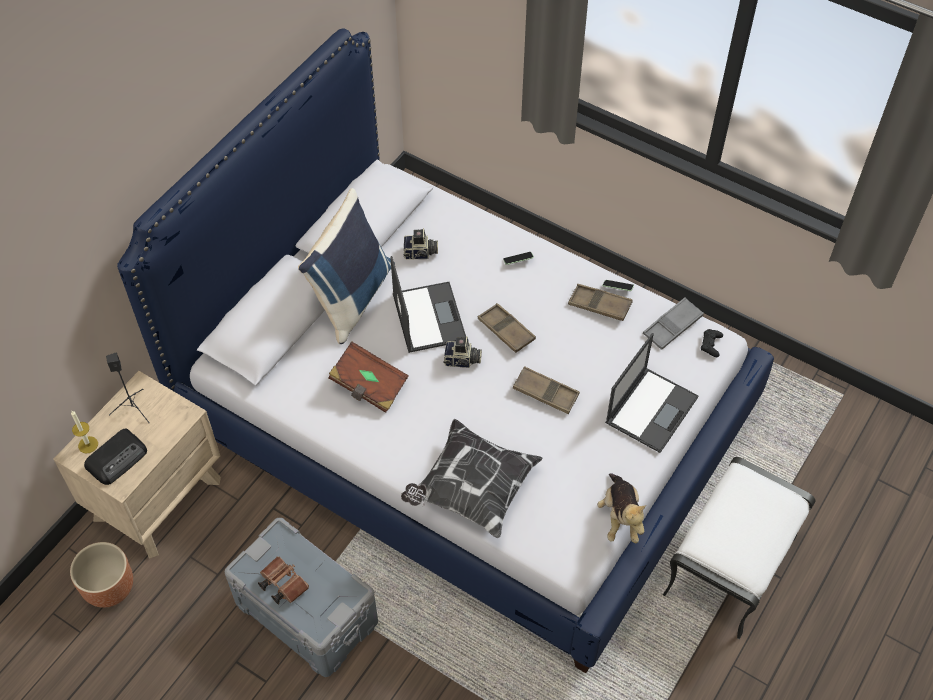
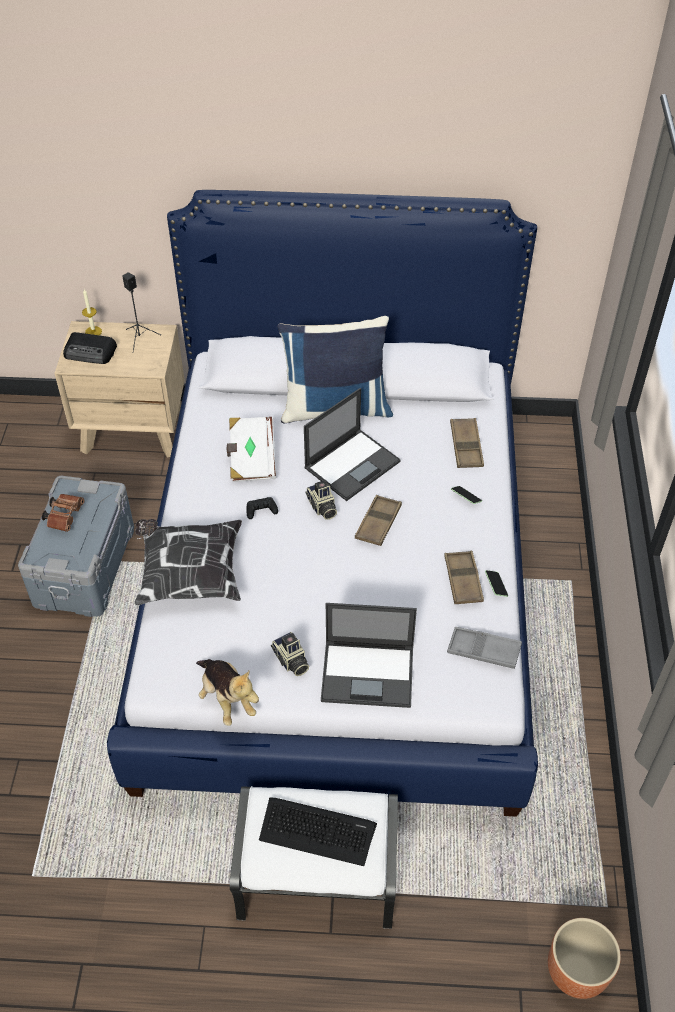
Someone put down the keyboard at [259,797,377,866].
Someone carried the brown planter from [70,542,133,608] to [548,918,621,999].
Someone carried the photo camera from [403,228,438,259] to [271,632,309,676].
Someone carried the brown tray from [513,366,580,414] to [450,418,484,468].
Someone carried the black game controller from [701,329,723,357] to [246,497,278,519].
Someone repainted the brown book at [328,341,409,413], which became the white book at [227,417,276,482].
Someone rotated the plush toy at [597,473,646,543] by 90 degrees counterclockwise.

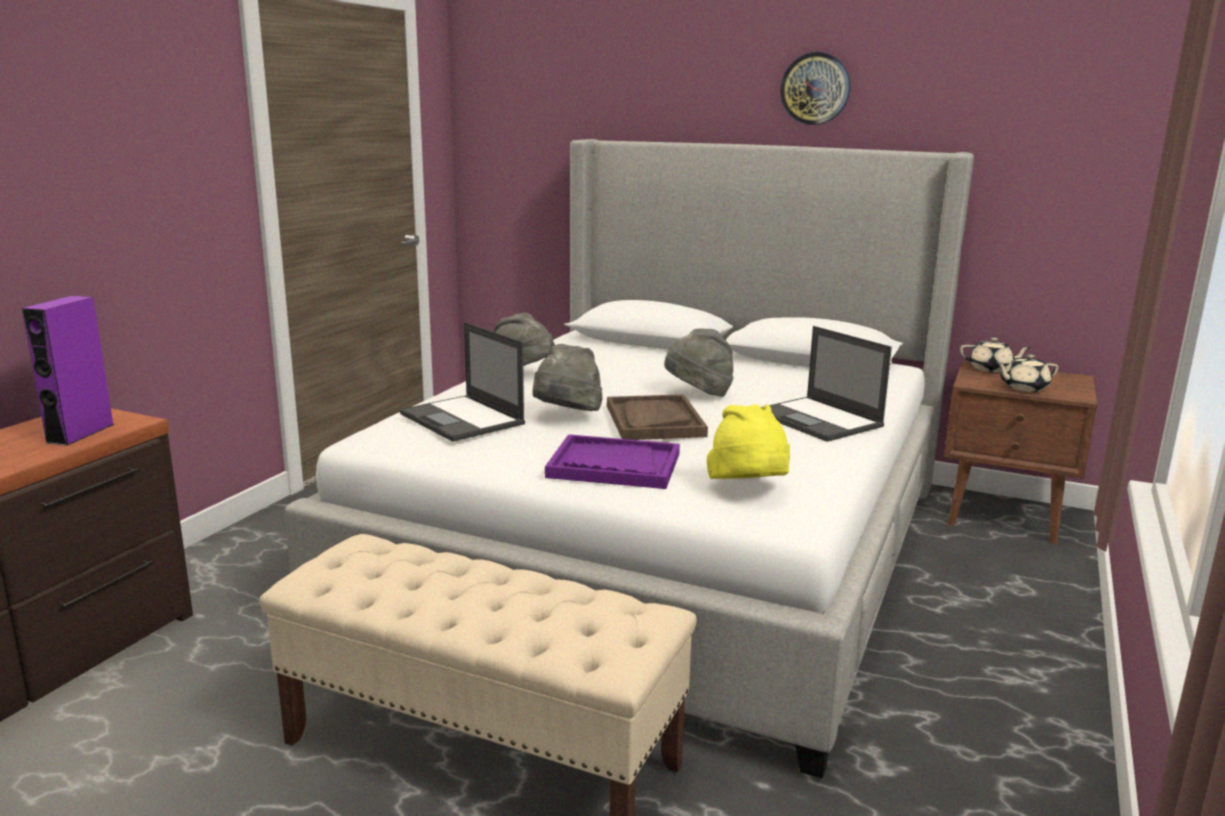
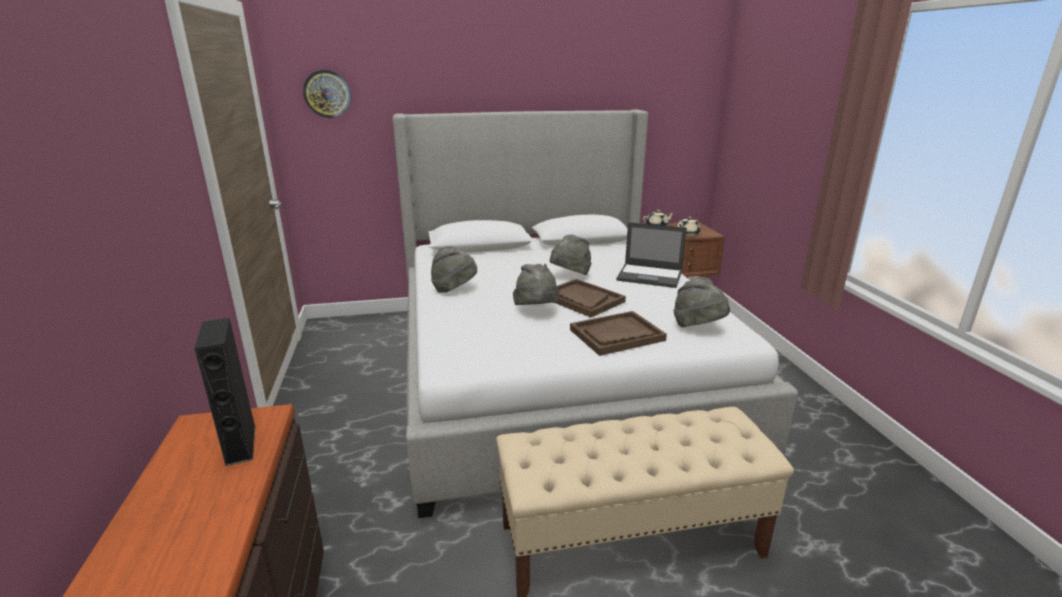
Someone took away the laptop at [400,322,525,442].
Someone carried the wall clock from [780,52,850,125] to [303,70,351,118].
Someone repainted the purple speaker at [22,296,115,446], which became the black speaker at [194,318,255,466].
Someone repainted the purple tray at [545,434,680,489], which became the brown tray at [570,311,667,356].
Someone repainted the yellow hat at [707,404,790,479], which became the grey hat at [674,277,730,327].

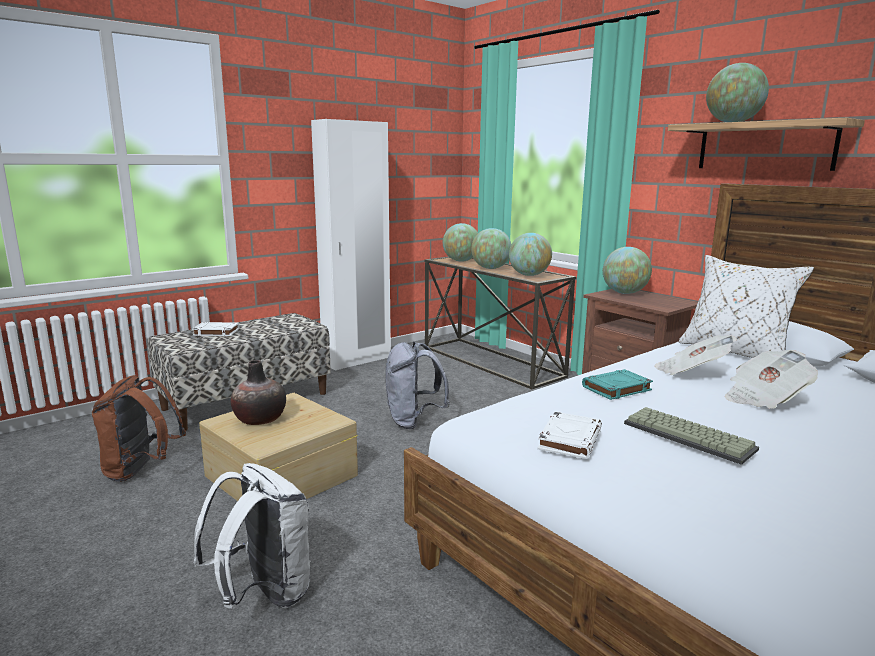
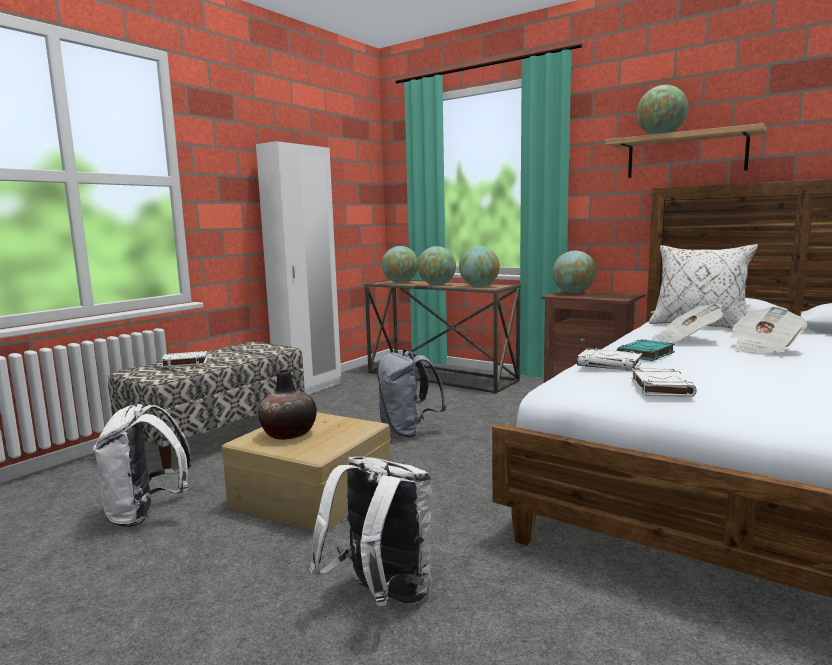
Someone took away the keyboard at [624,407,759,465].
Someone put down the white book at [577,348,642,371].
Someone repainted the brown backpack at [92,375,186,482], which became the white backpack at [93,404,192,527].

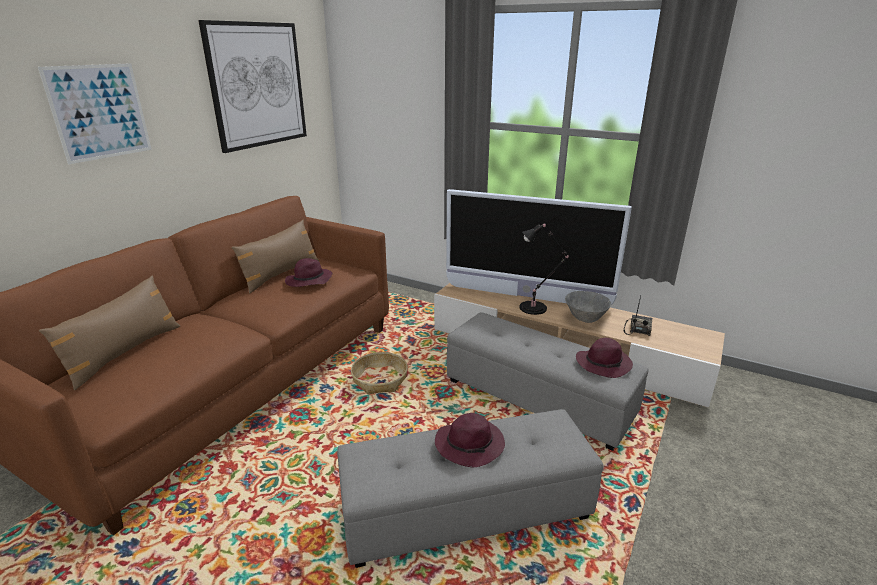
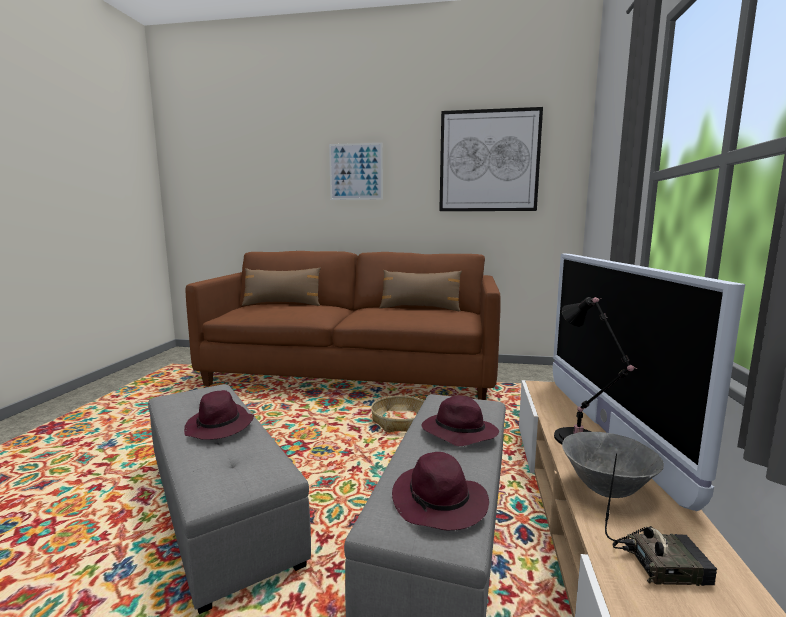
Someone carried the purple hat from [285,258,332,287] to [421,395,499,446].

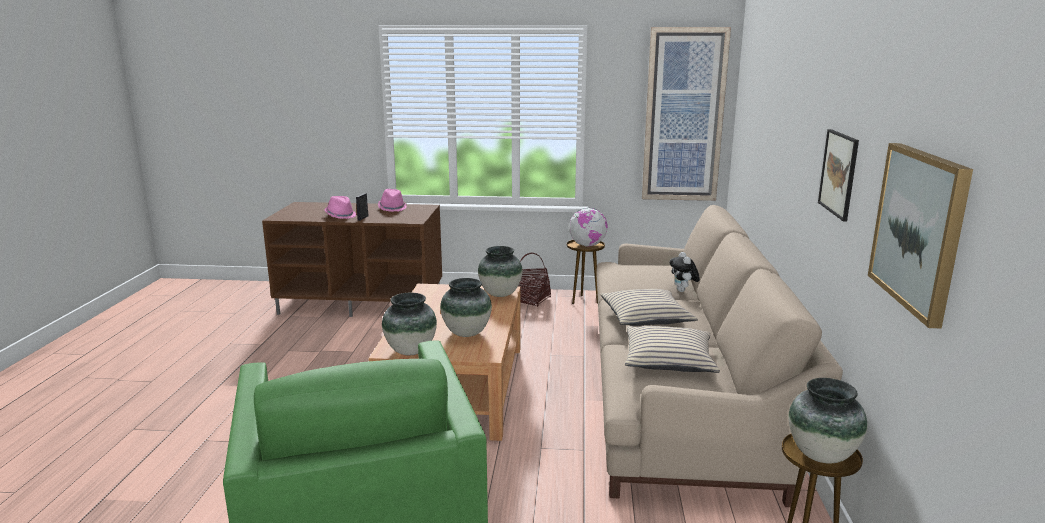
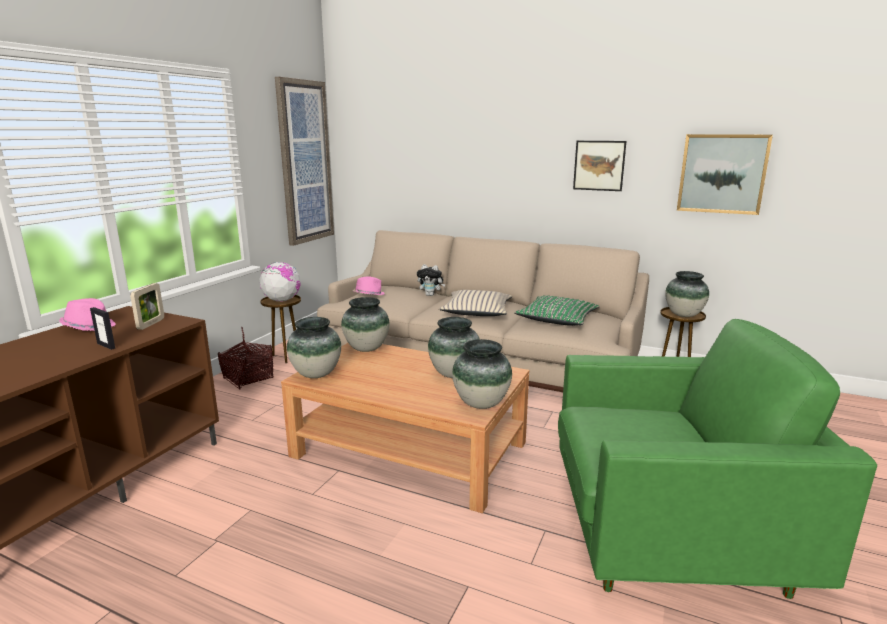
Someone put down the picture frame at [130,283,164,330].
Someone put down the vase at [287,317,341,378].
Someone carried the pink hat from [325,196,356,219] to [353,276,385,295].
Someone repainted the beige pillow at [625,326,720,373], which became the green pillow at [514,295,600,326].

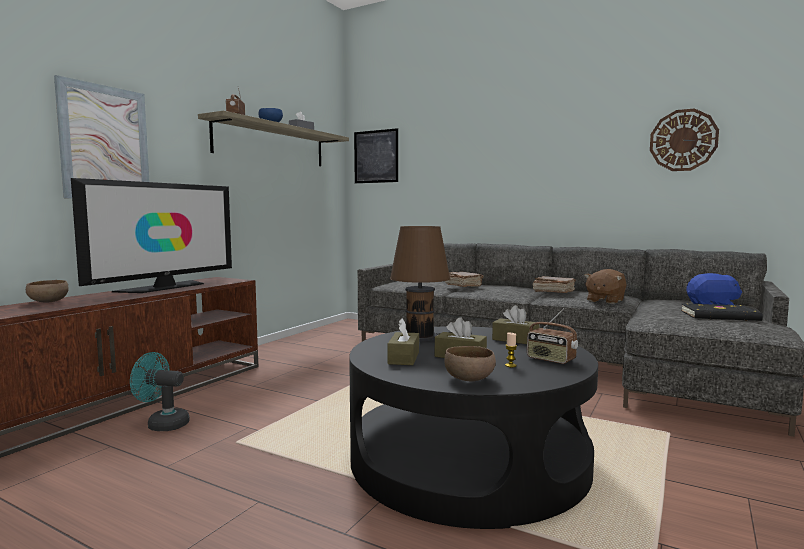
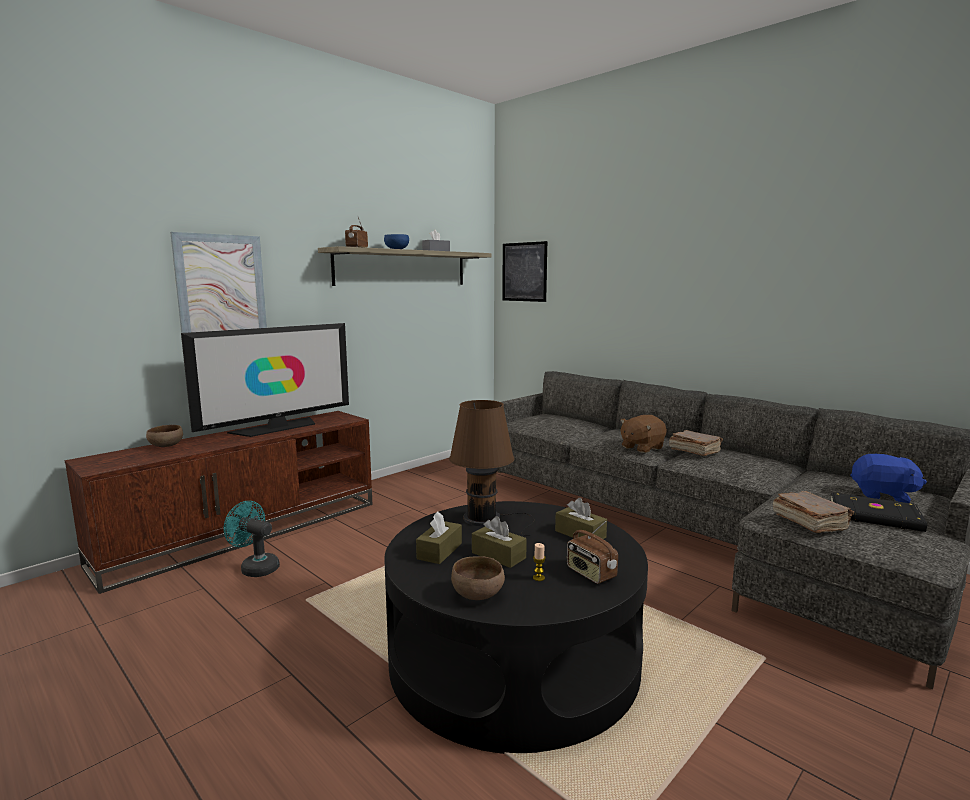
Someone took away the wall clock at [650,108,719,171].
Someone carried the brown book from [445,271,483,287] to [773,491,854,533].
Someone carried the brown plush toy from [584,269,627,304] to [620,415,667,453].

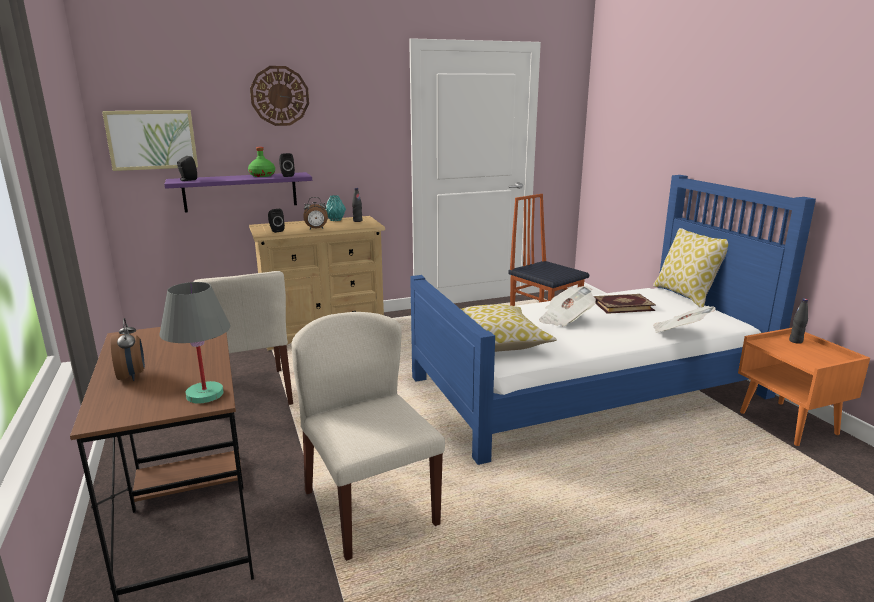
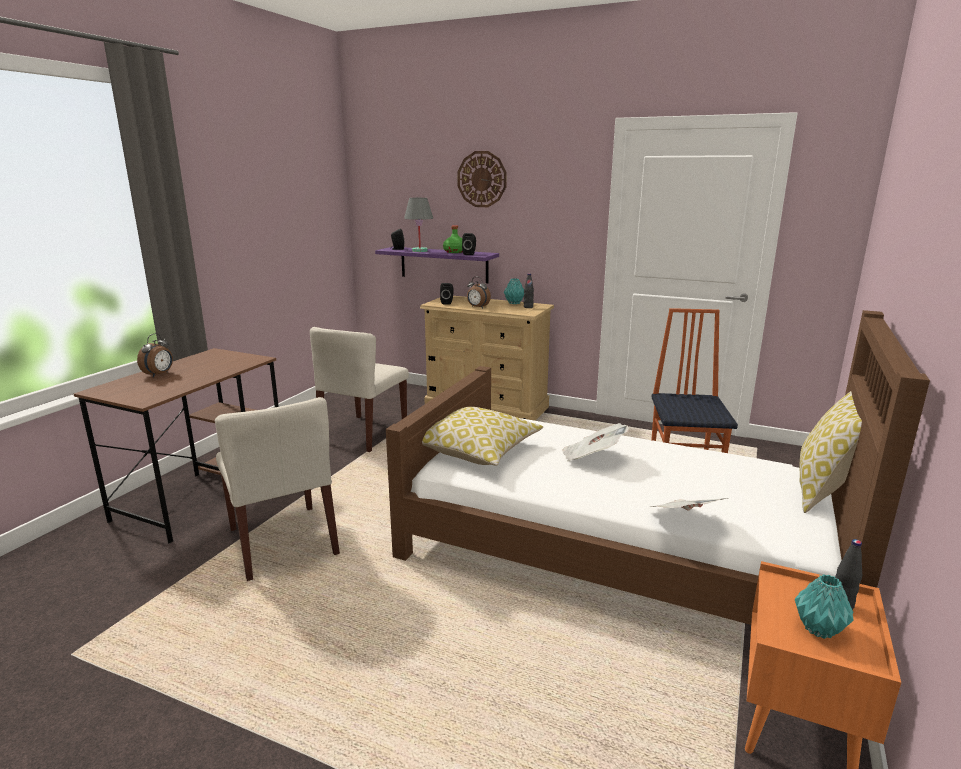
Someone took away the picture at [102,110,198,171].
Someone took away the book at [594,294,656,314].
Someone put down the turquoise vase at [795,574,853,639].
Someone carried the grey table lamp from [159,282,230,403] to [404,198,433,252].
Someone repainted the blue bed at [410,175,816,465], which became the brown bed at [386,310,930,625].
Someone rotated the beige chair at [291,312,445,561] by 135 degrees clockwise.

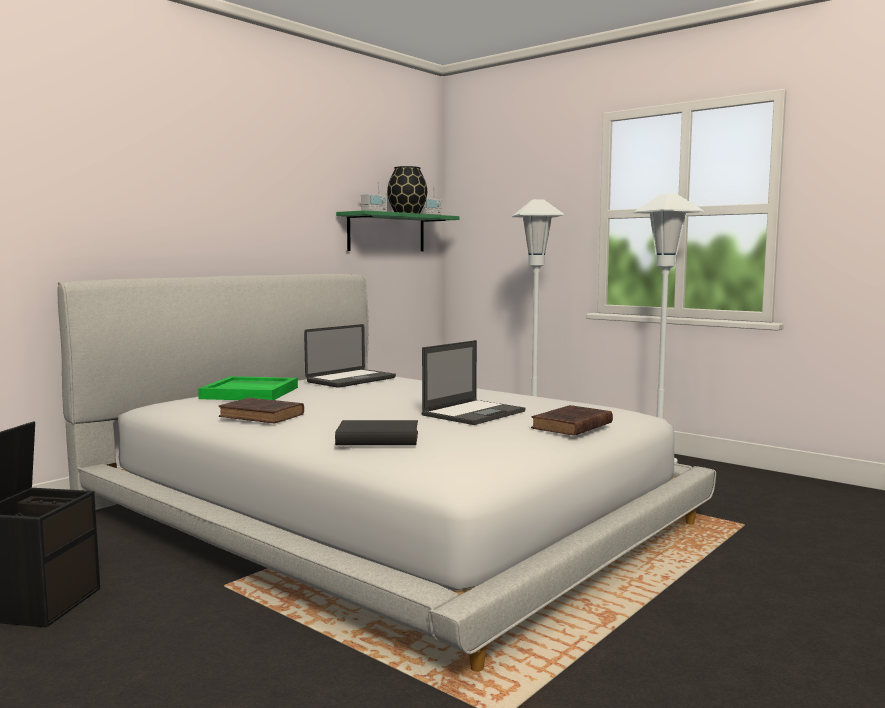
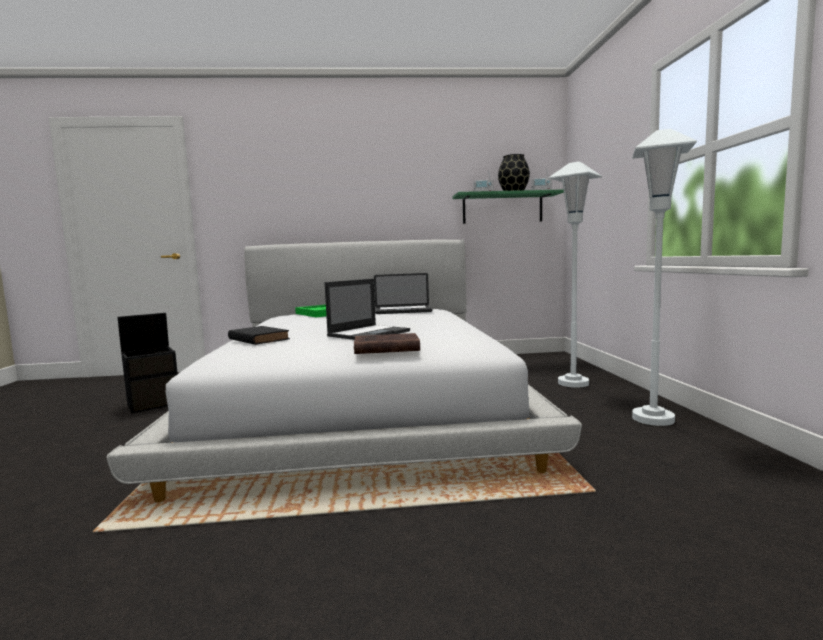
Someone took away the brown book at [219,398,304,423].
Someone rotated the laptop at [421,340,525,425] by 45 degrees counterclockwise.

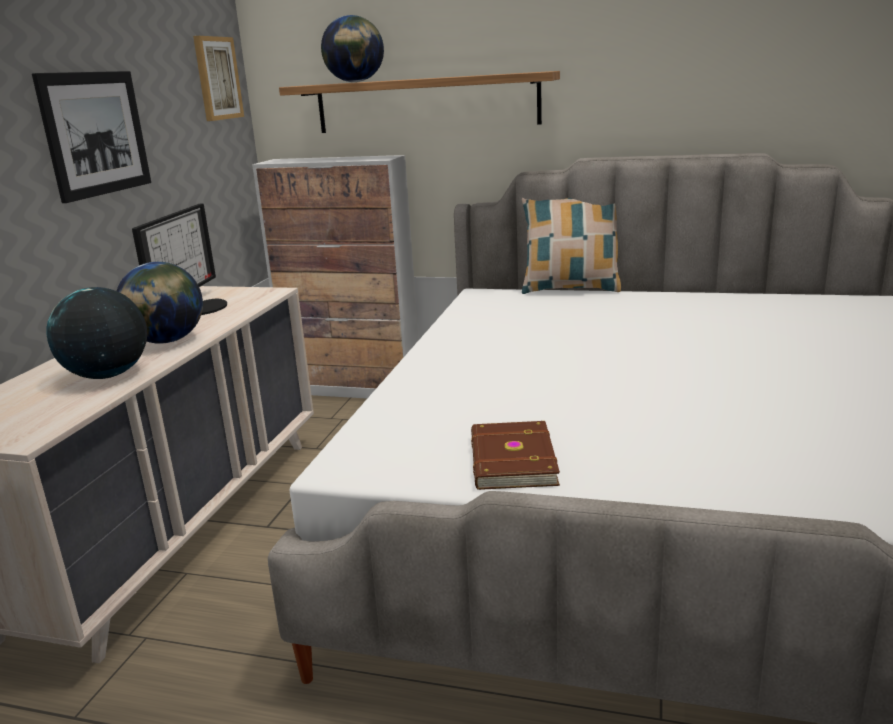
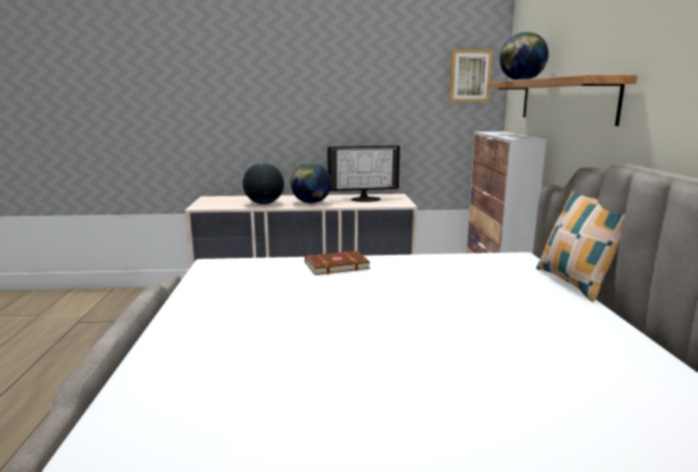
Someone took away the picture at [32,71,151,203].
Someone carried the brown book from [471,421,560,490] to [305,251,370,275].

